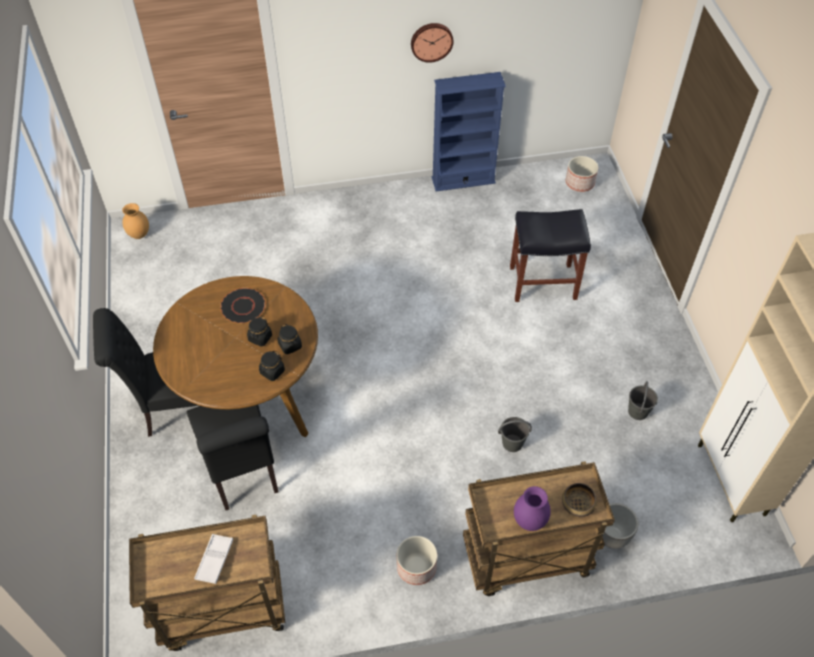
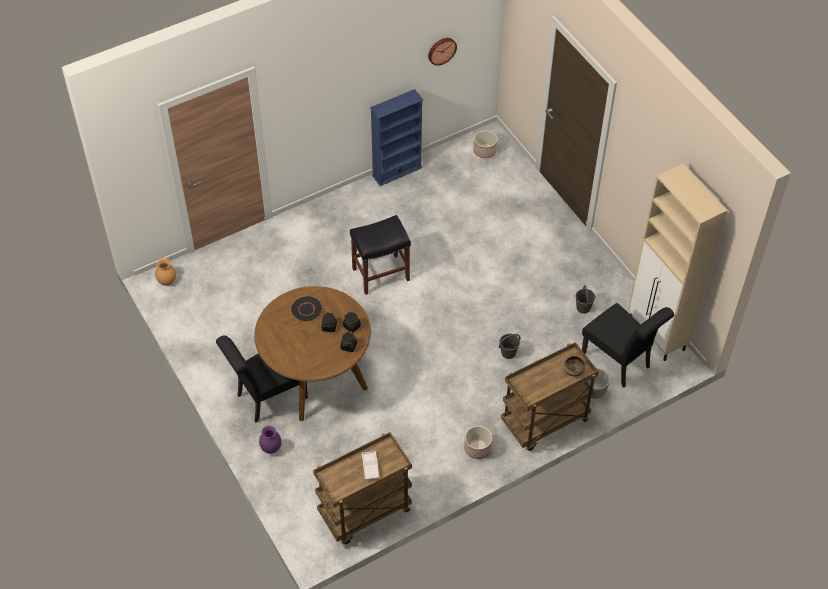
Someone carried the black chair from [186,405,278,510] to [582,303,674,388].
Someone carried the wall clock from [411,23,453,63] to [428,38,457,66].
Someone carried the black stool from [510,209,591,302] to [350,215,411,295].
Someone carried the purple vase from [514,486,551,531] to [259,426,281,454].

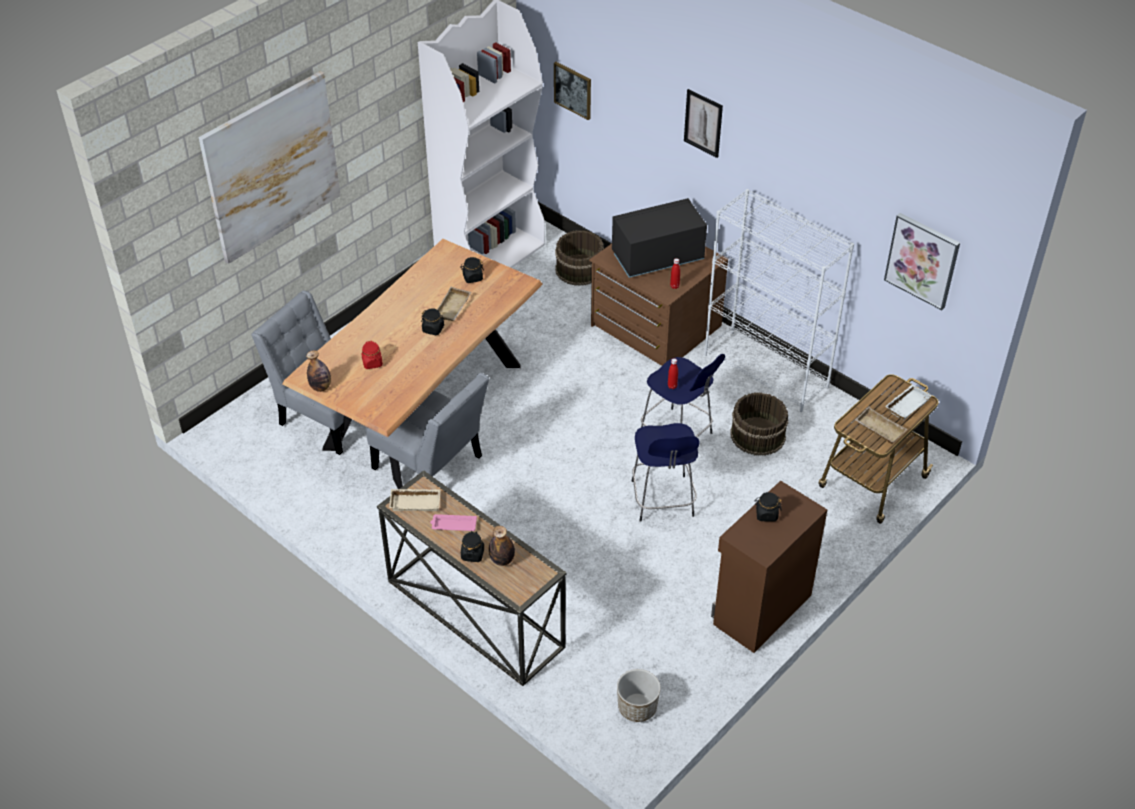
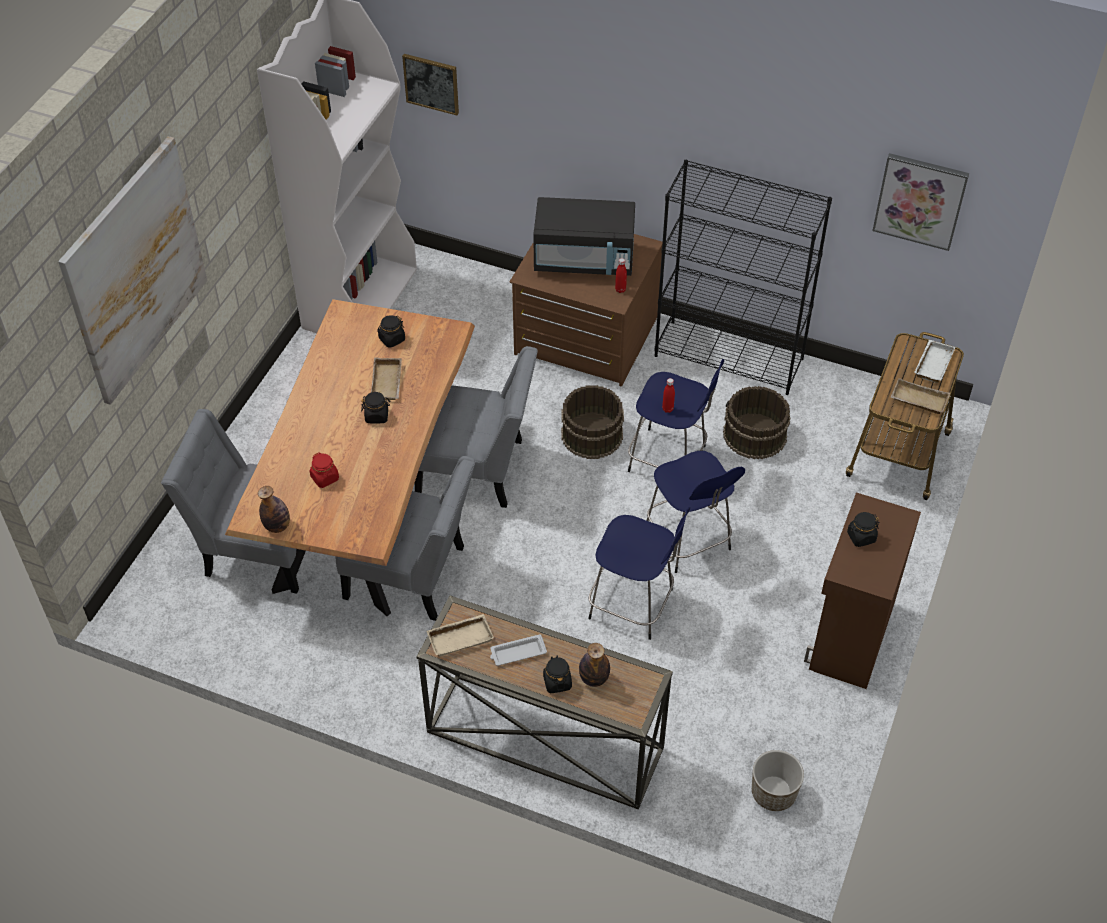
Someone took away the picture at [684,89,723,158].
Someone put down the grey chair at [415,346,538,508].
Someone put down the blue stool at [588,507,690,640].
Someone carried the brown bucket from [555,230,604,286] to [561,385,624,459].
Someone repainted the pink tray at [430,514,477,531], which became the white tray at [490,634,547,666].
Someone repainted the white bookcase at [704,189,854,412], which became the black bookcase at [654,160,832,395].
Someone rotated the black microwave at [612,198,707,278] by 135 degrees counterclockwise.

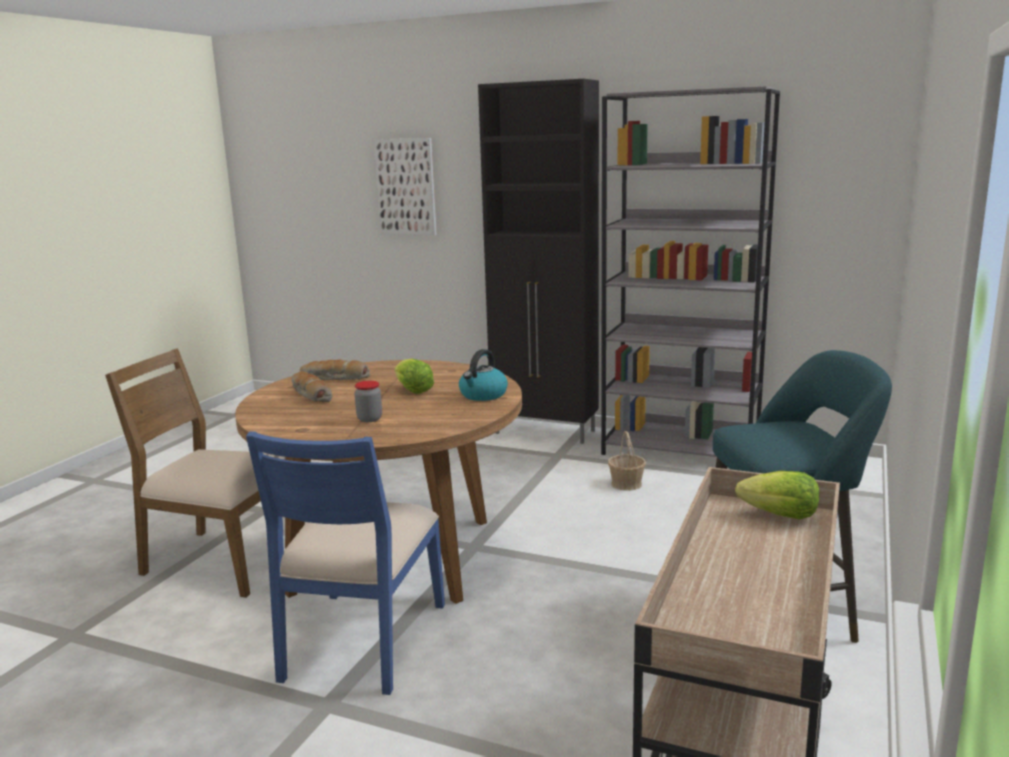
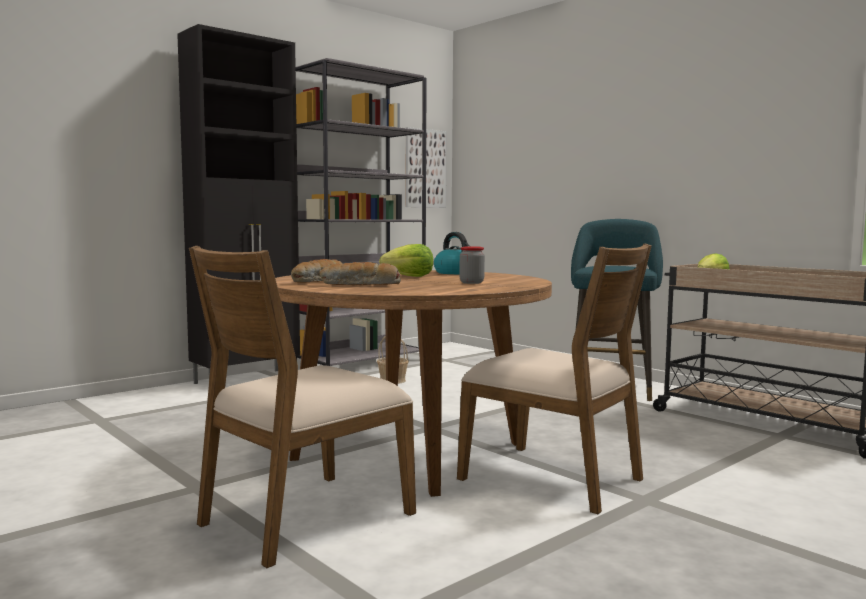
Someone carried the picture from [374,138,437,236] to [406,127,447,208].
Someone repainted the blue chair at [246,431,445,695], which became the brown chair at [457,244,652,514].

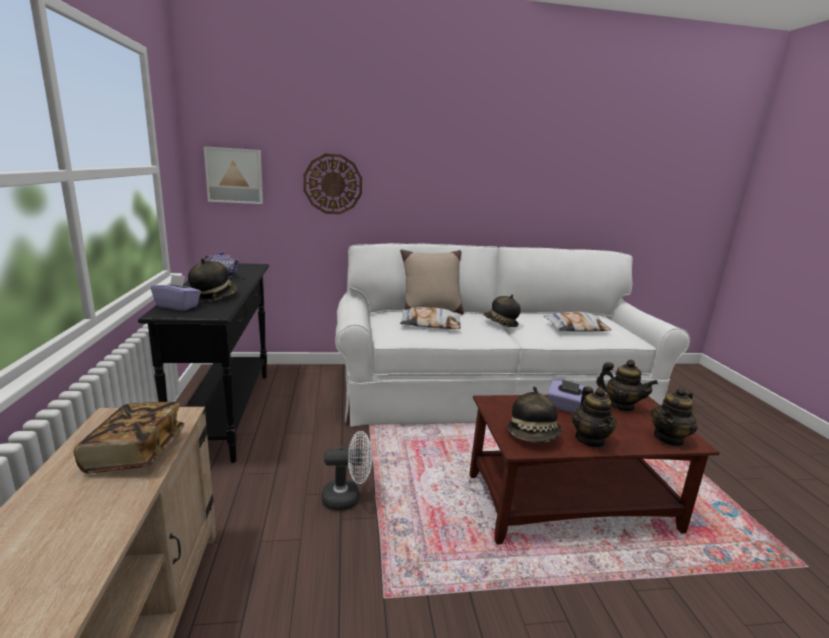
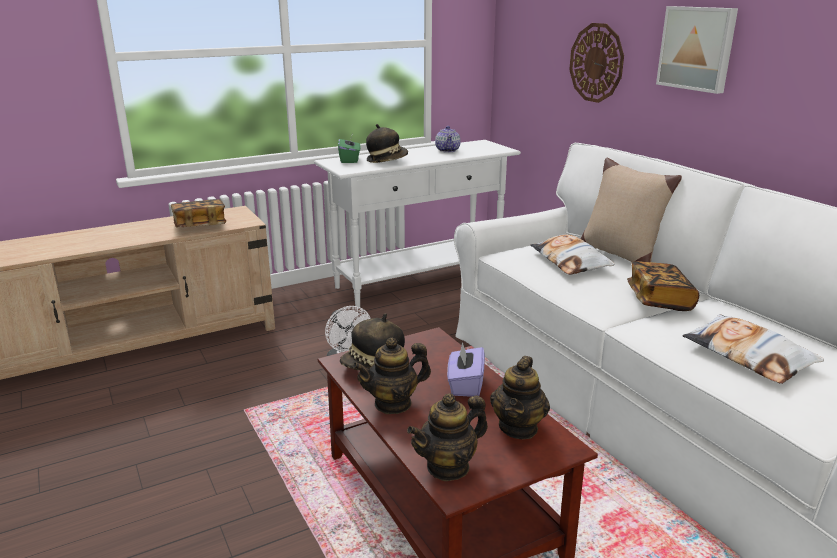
Someone carried the picture from [204,146,263,204] to [656,6,738,94].
Someone swapped the hat at [483,295,521,327] for the book at [627,261,699,311].
Someone repainted the black console table at [138,263,269,463], which became the white console table at [314,140,521,307].
Someone repainted the purple tissue box at [150,275,201,311], which became the green tissue box at [338,136,360,163].
Someone rotated the teapot at [651,387,697,447] by 60 degrees counterclockwise.

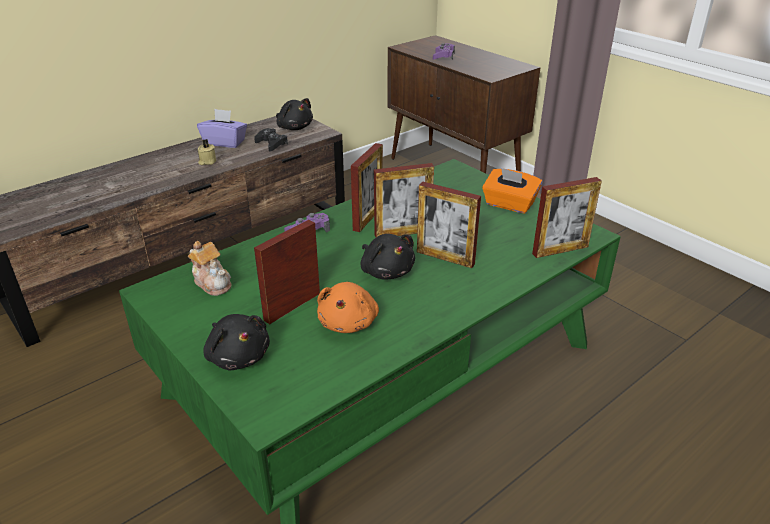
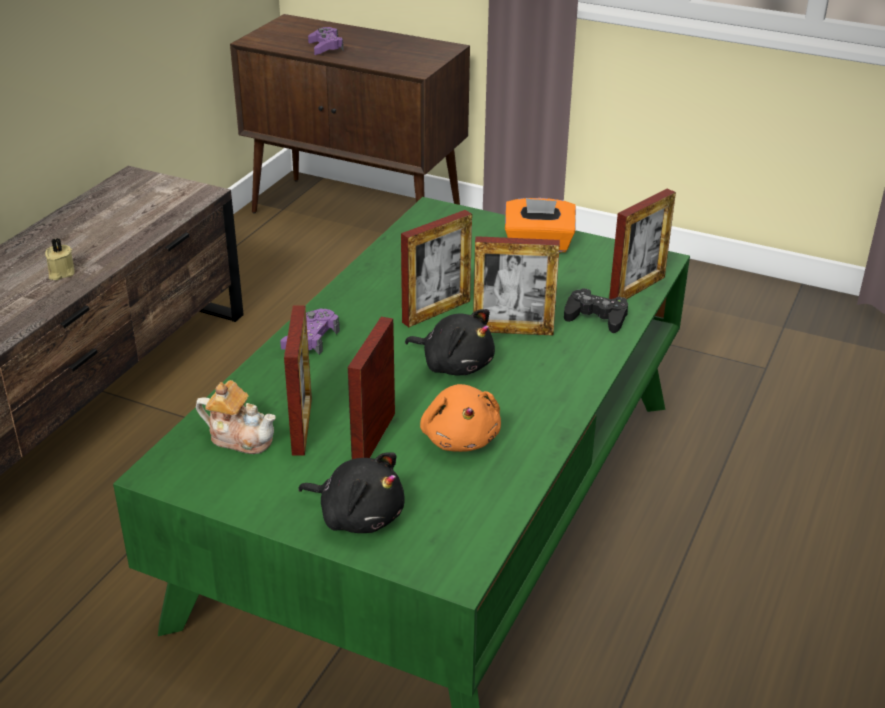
Someone took away the purple tissue box at [197,109,247,148].
Someone took away the black plush toy at [276,98,313,130].
Someone carried the black game controller from [254,128,288,152] to [564,288,628,333].
Someone carried the picture frame from [351,143,383,232] to [284,306,312,455].

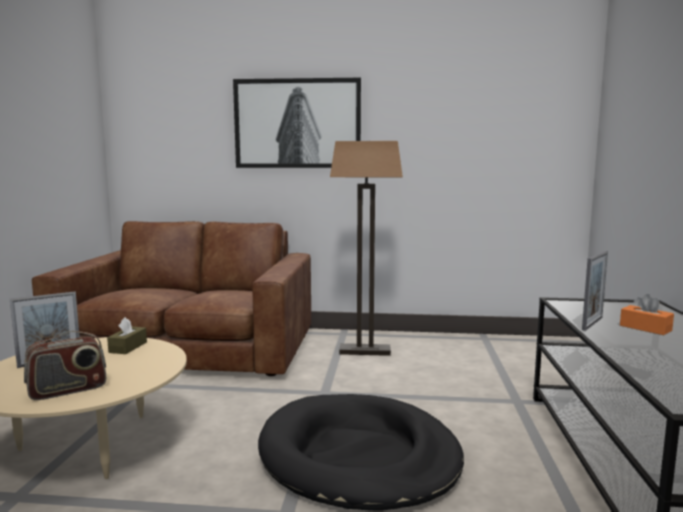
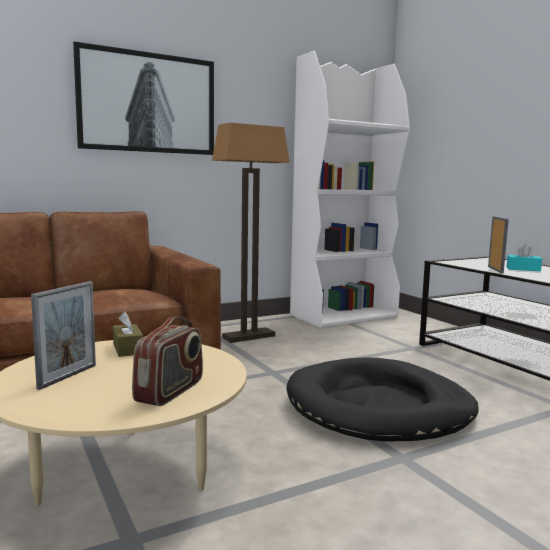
Someone put down the white bookcase at [290,51,410,328].
Someone repainted the orange tissue box at [620,294,674,335], which became the turquoise tissue box at [506,244,542,271].

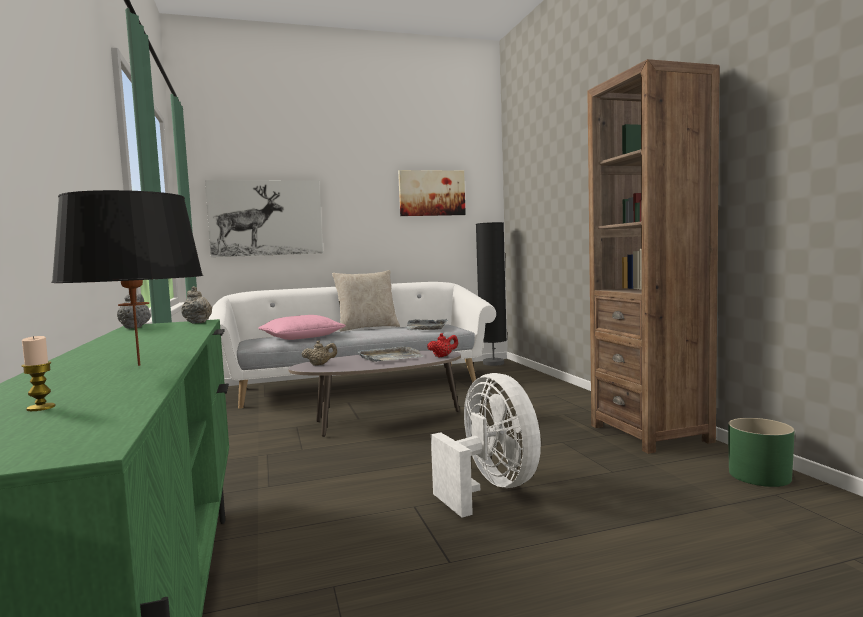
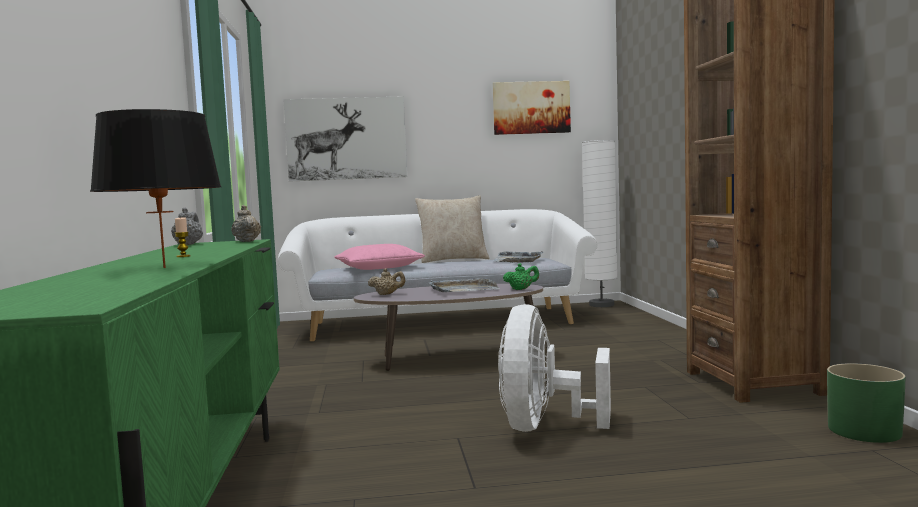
Someone carried the candle from [22,336,56,411] to [175,217,191,257].
Someone repainted the red teapot at [427,333,458,357], which became the green teapot at [503,263,539,290].
Someone repainted the black floor lamp at [476,222,507,366], which became the white floor lamp at [582,140,618,307].
Someone rotated the white fan at [431,373,541,518] by 150 degrees counterclockwise.

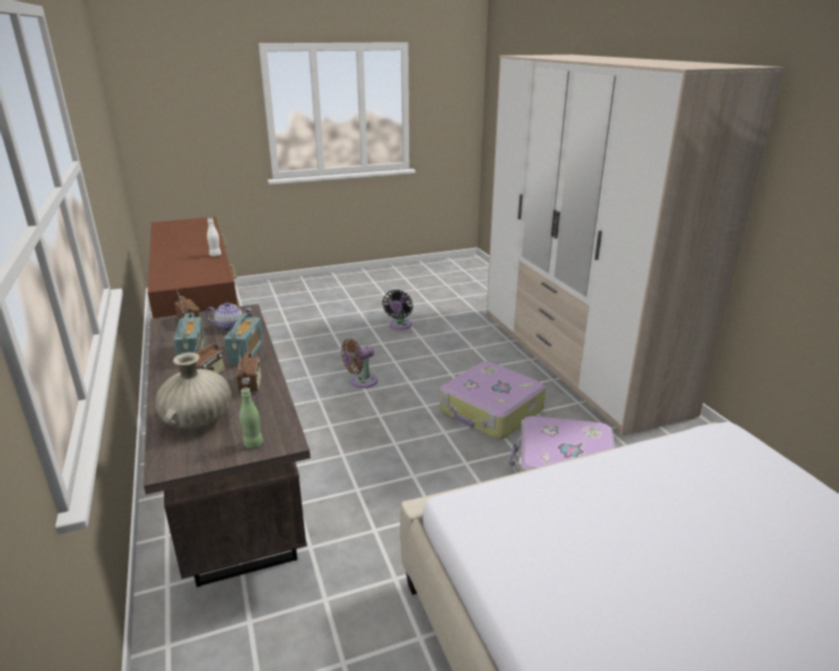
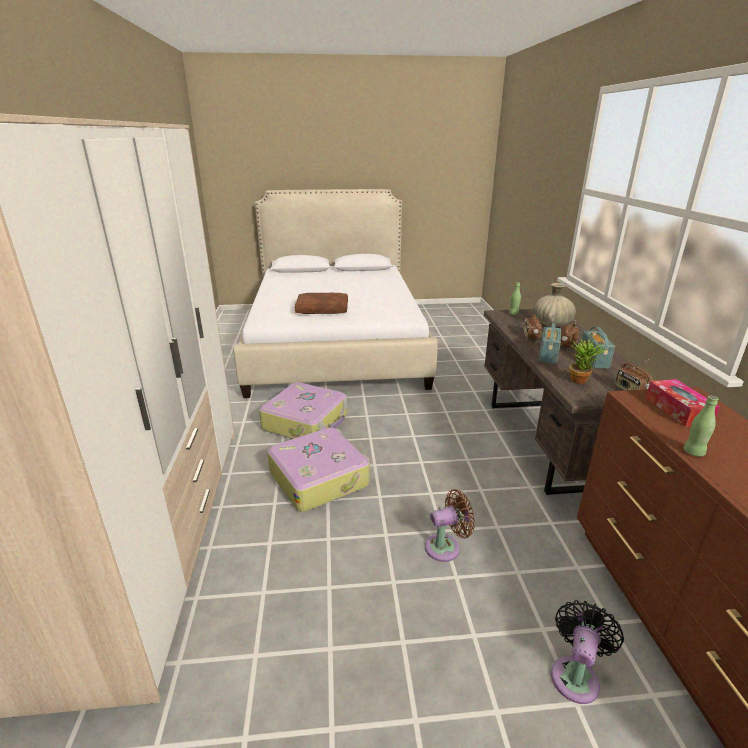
Someone put down the brown pillow at [295,293,348,314].
Someone put down the tissue box at [646,379,720,427].
Someone carried the black fan from [382,290,413,330] to [551,600,624,704].
Someone swapped the teapot at [205,302,251,332] for the potted plant at [569,339,606,384].
Someone repainted the white bottle at [207,218,221,257], which became the green bottle at [684,396,718,457].

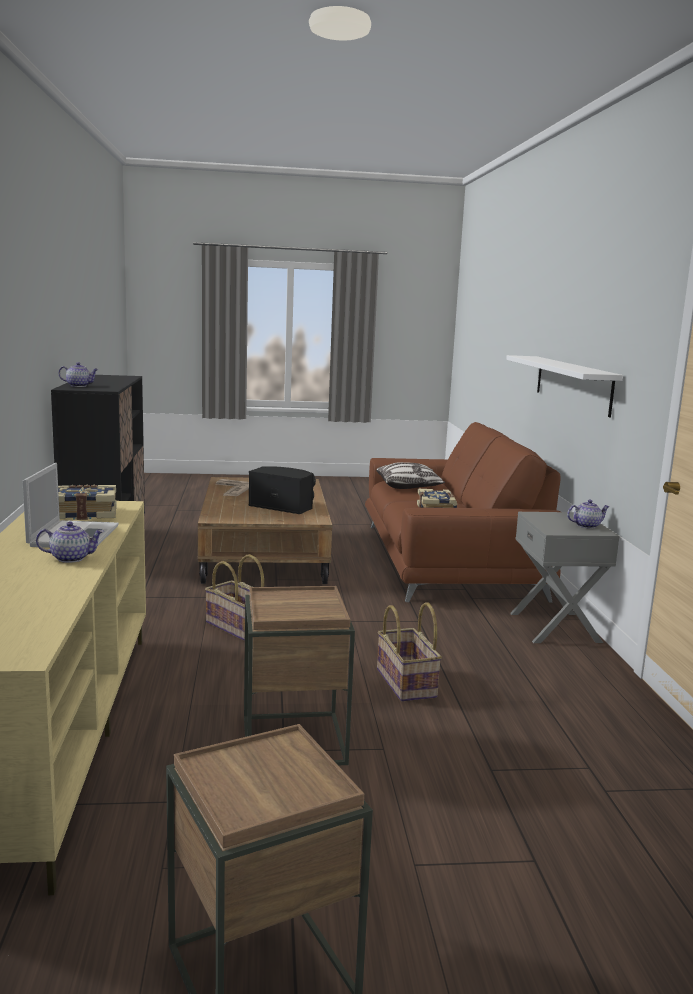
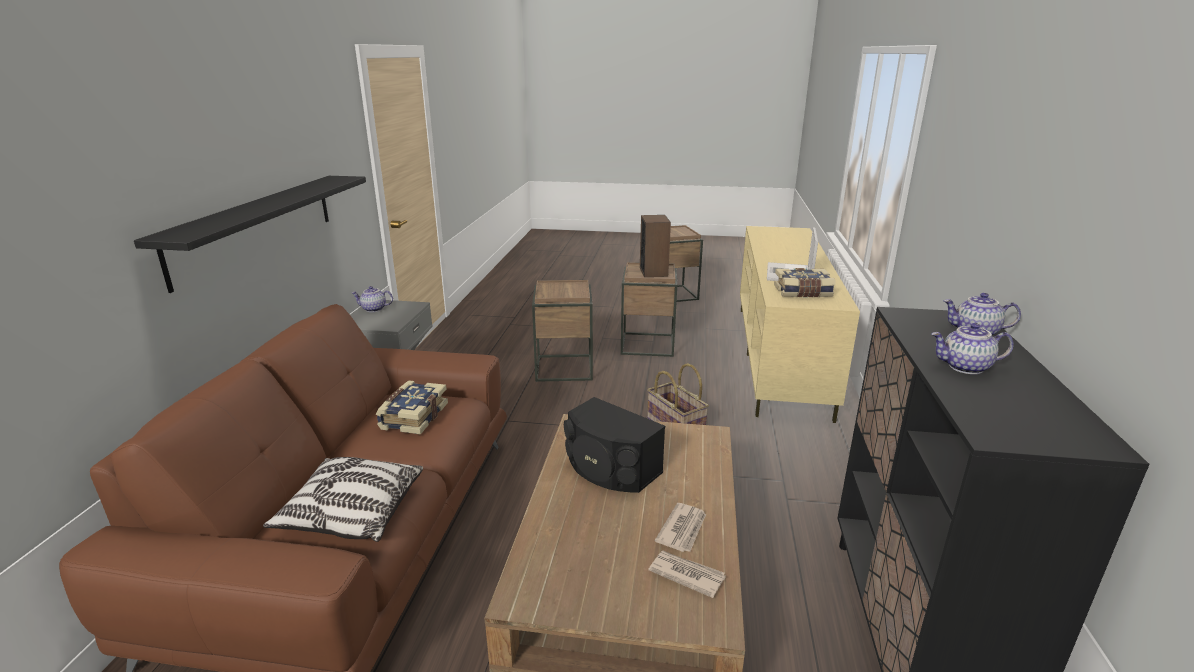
Someone put down the speaker at [640,215,671,277].
Someone carried the teapot from [36,522,104,563] to [931,323,1014,374].
Someone swapped the basket at [377,602,442,701] for the brown side table at [532,280,593,382].
Someone repainted the white shelf at [506,355,623,417], which became the black shelf at [134,176,366,293].

